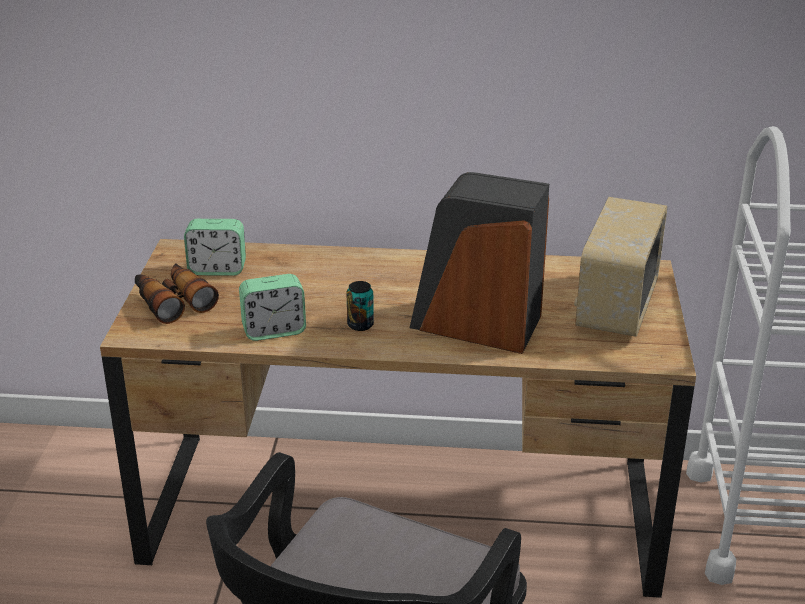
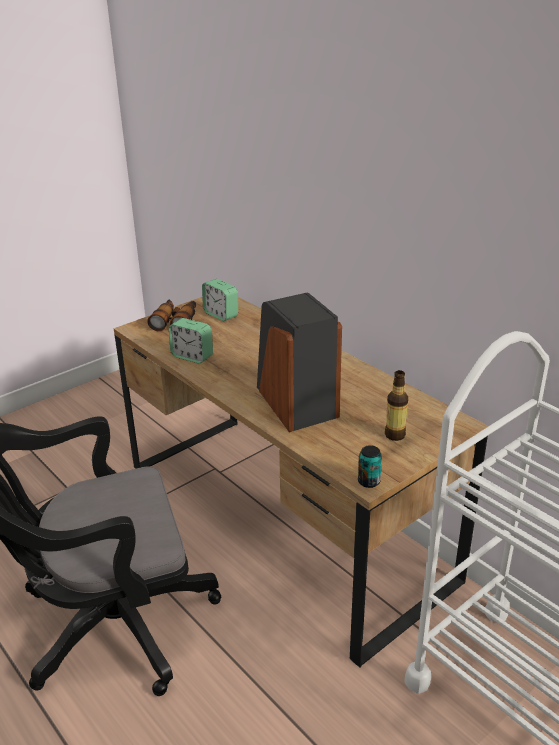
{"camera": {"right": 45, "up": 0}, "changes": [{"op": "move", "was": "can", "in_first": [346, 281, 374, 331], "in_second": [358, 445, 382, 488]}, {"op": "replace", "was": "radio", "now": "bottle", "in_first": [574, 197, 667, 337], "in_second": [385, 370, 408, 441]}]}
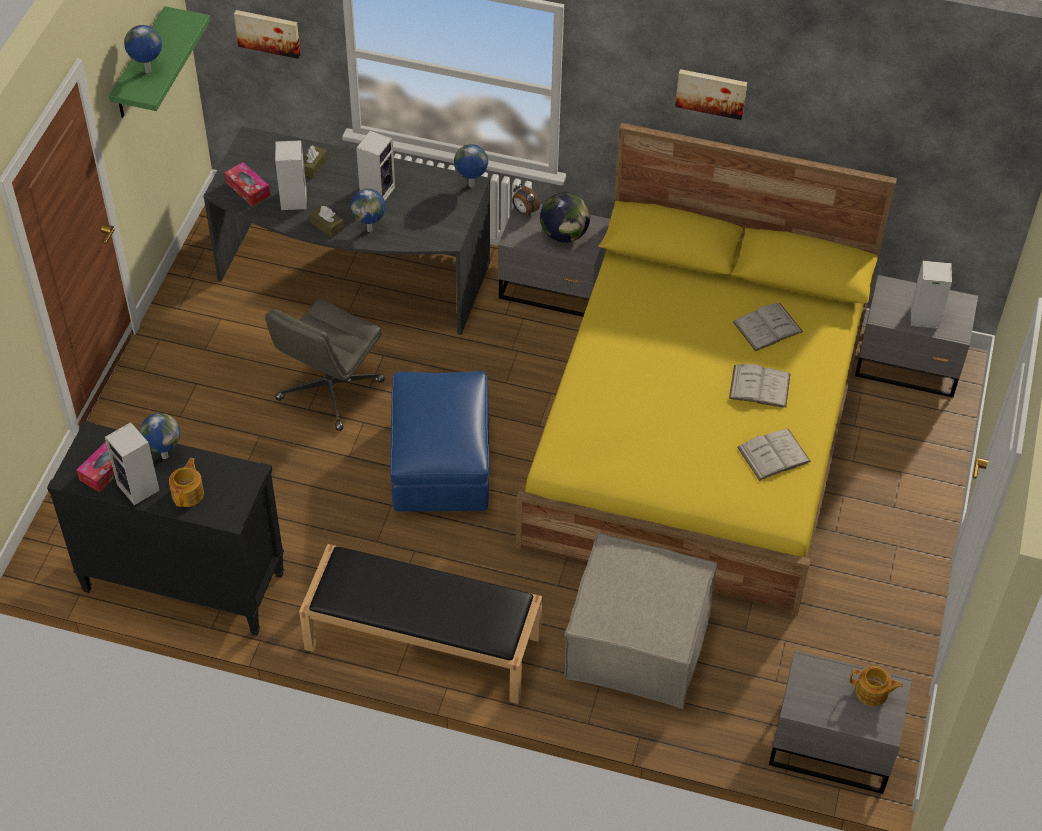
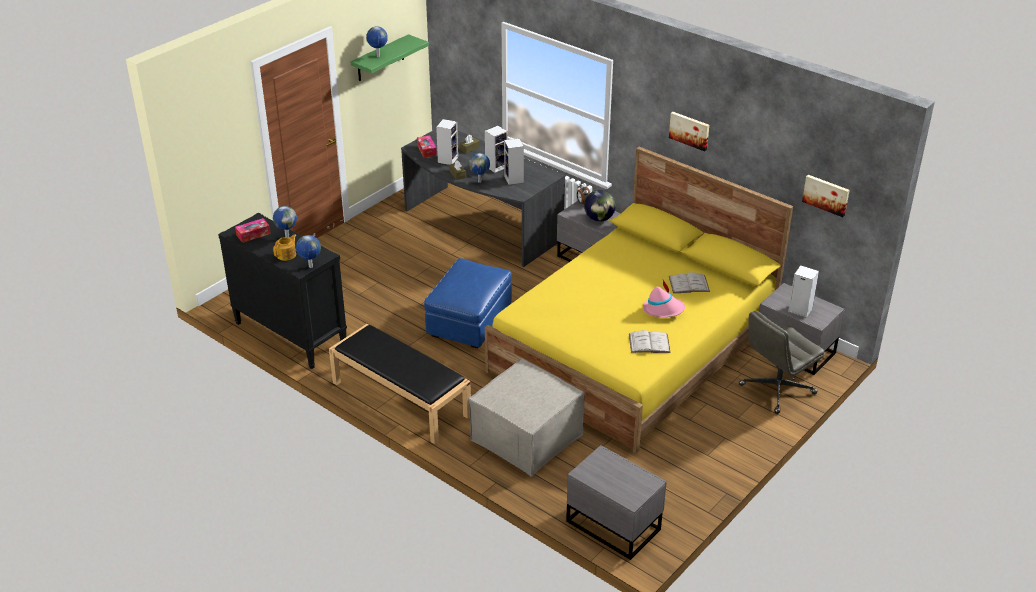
{"camera": {"right": 25, "up": -15}, "changes": [{"op": "move", "was": "speaker", "in_first": [105, 422, 160, 505], "in_second": [504, 138, 524, 185]}, {"op": "move", "was": "picture", "in_first": [234, 10, 300, 59], "in_second": [802, 175, 850, 217]}, {"op": "move", "was": "grey office chair", "in_first": [265, 299, 385, 431], "in_second": [739, 311, 825, 414]}, {"op": "move", "was": "globe", "in_first": [454, 144, 488, 187], "in_second": [296, 235, 321, 268]}, {"op": "replace", "was": "white book", "now": "pink hat", "in_first": [729, 364, 791, 408], "in_second": [643, 280, 685, 317]}, {"op": "delete", "was": "teapot", "in_first": [849, 666, 903, 706]}]}
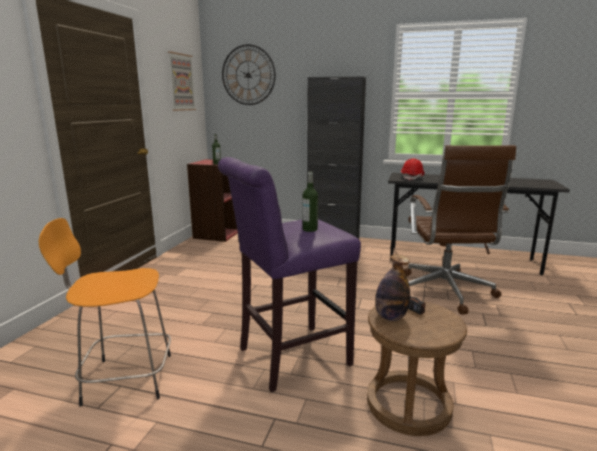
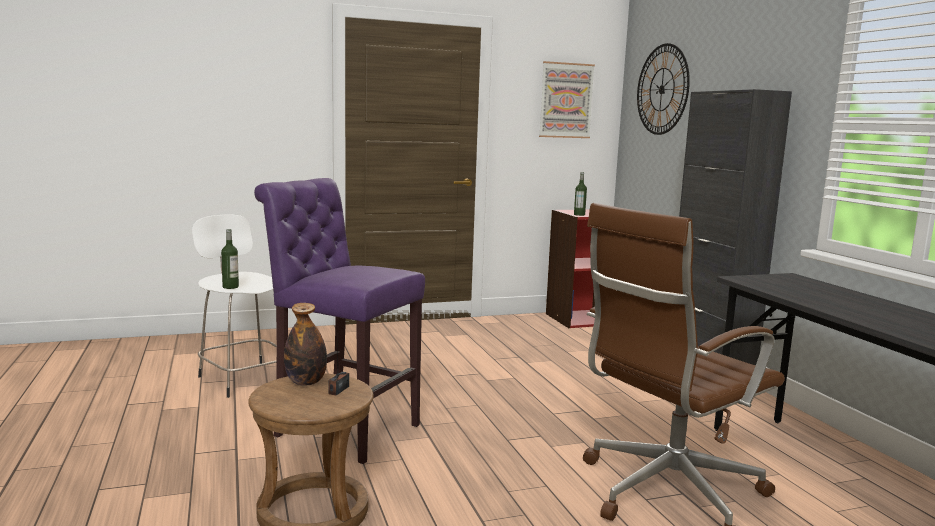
{"camera": {"right": 55, "up": -5}, "changes": [{"op": "recolor", "was": "orange stool", "now": "white stool", "in_first": [39, 218, 171, 407], "in_second": [192, 215, 277, 398]}, {"op": "move", "was": "bottle", "in_first": [302, 172, 318, 232], "in_second": [221, 229, 239, 289]}, {"op": "delete", "was": "red hard hat", "in_first": [401, 159, 424, 180]}]}
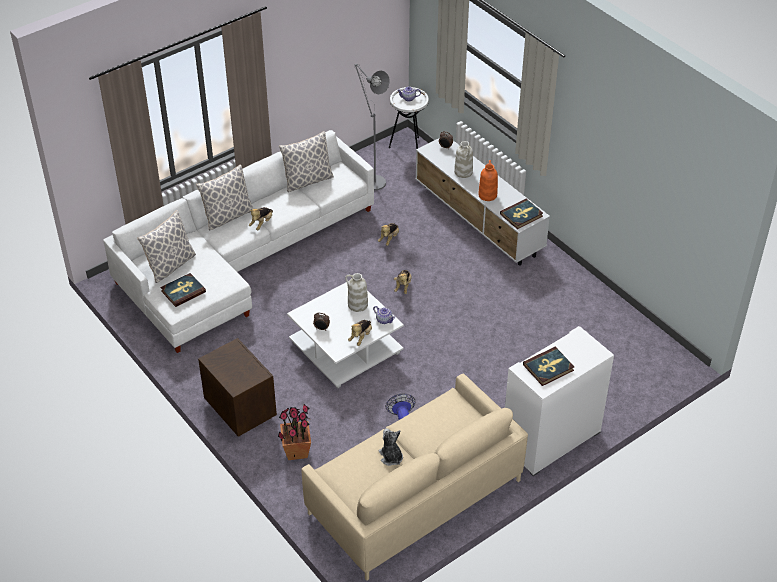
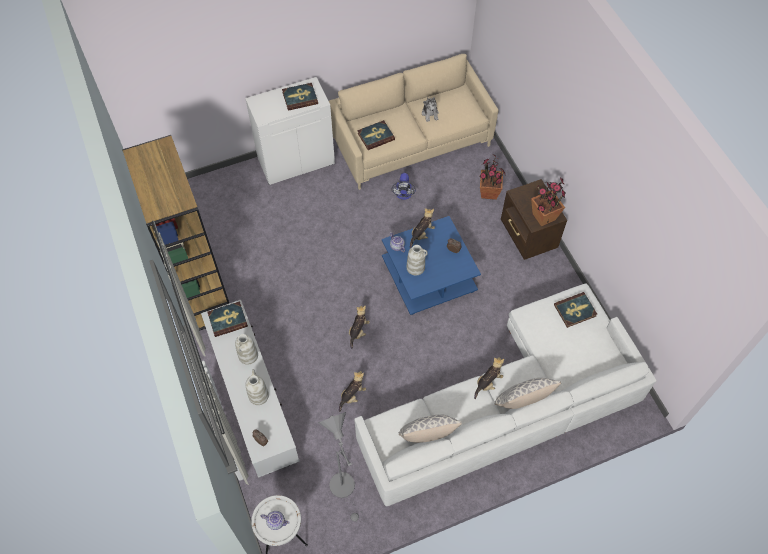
{"camera": {"right": -165, "up": 15}, "changes": [{"op": "delete", "was": "pillow", "in_first": [137, 210, 196, 283]}, {"op": "recolor", "was": "white coffee table", "now": "blue coffee table", "in_first": [287, 282, 404, 388], "in_second": [382, 216, 481, 315]}, {"op": "recolor", "was": "orange vase", "now": "white vase", "in_first": [478, 160, 498, 201], "in_second": [235, 334, 258, 365]}, {"op": "insert", "now": "brown bookcase", "in_second": [122, 135, 229, 331]}, {"op": "insert", "now": "book", "in_second": [357, 120, 395, 150]}, {"op": "insert", "now": "potted plant", "in_second": [531, 178, 566, 226]}]}
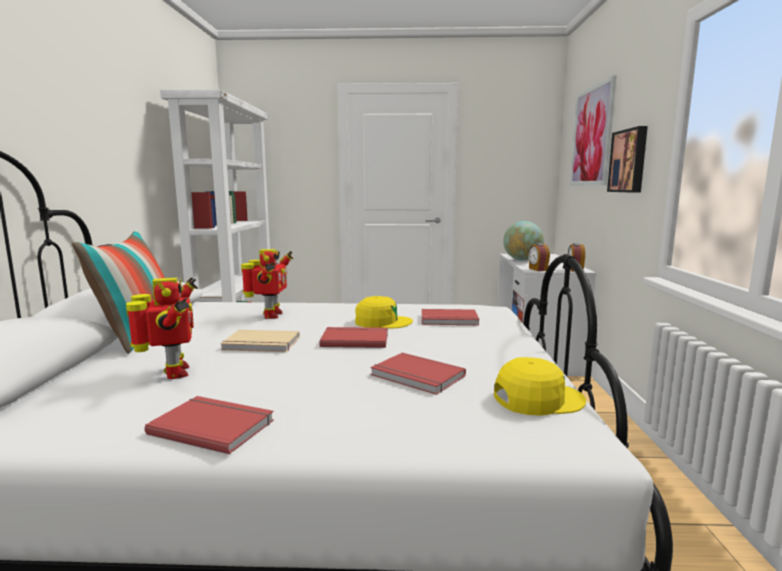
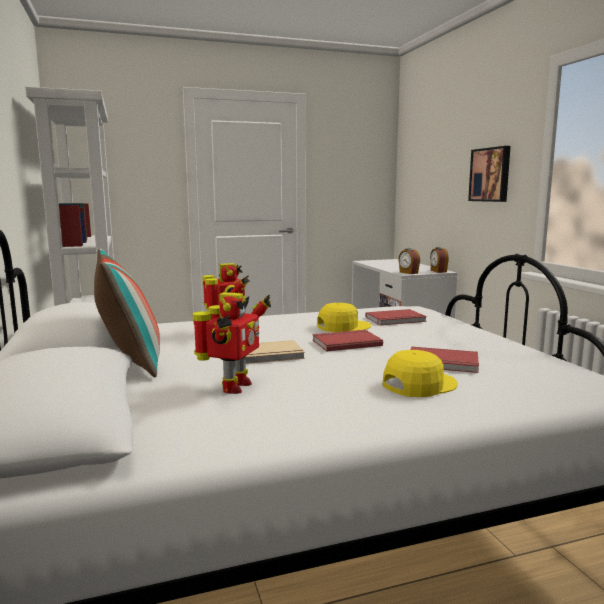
{"camera": {"right": -20, "up": 0}, "changes": [{"op": "rotate", "was": "toy robot", "in_first": [126, 277, 198, 379], "in_second": [193, 292, 271, 394], "clockwise": 60}, {"op": "delete", "was": "red book", "in_first": [145, 396, 274, 454]}, {"op": "move", "was": "yellow cap", "in_first": [494, 357, 586, 416], "in_second": [382, 350, 458, 397]}, {"op": "delete", "was": "globe", "in_first": [503, 221, 544, 261]}, {"op": "delete", "was": "picture", "in_first": [570, 75, 617, 185]}]}
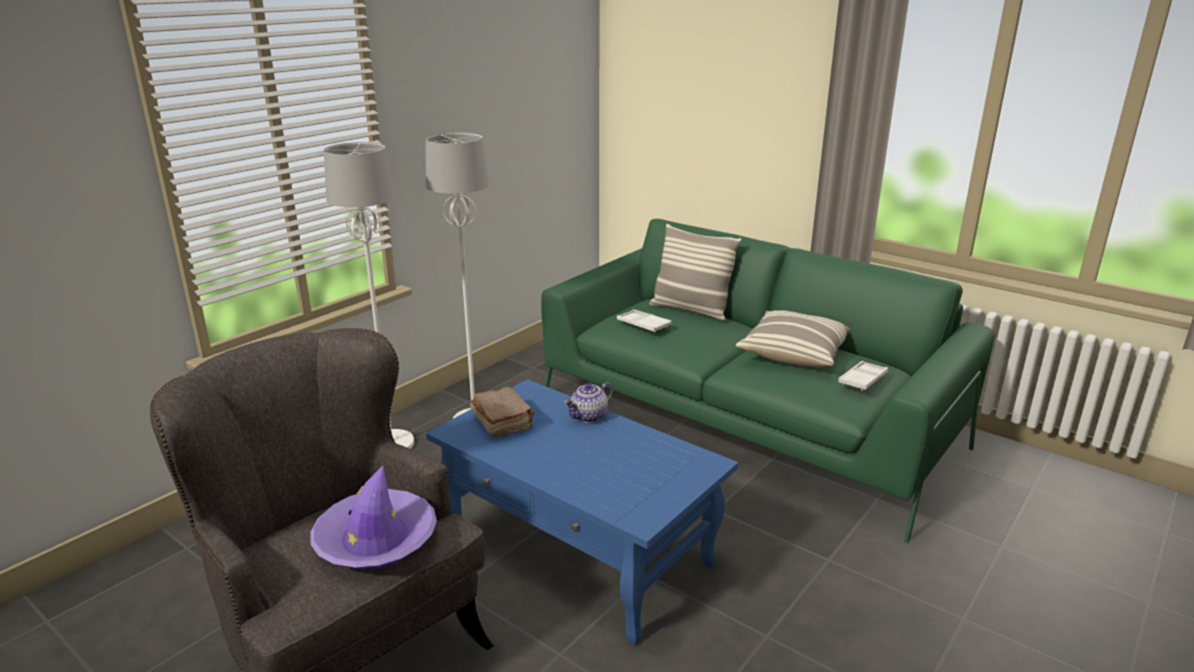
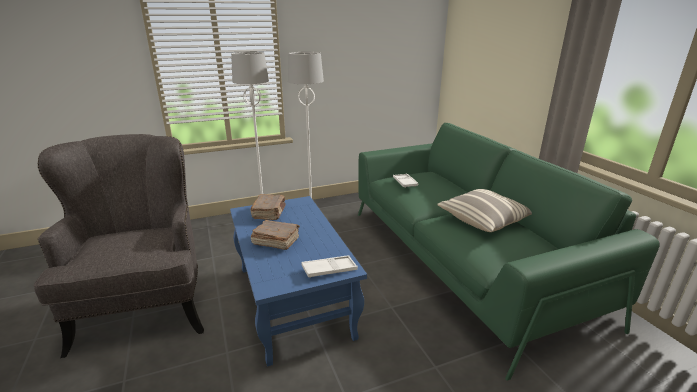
{"camera": {"right": 30, "up": 0}, "changes": [{"op": "delete", "was": "purple hat", "in_first": [310, 466, 437, 570]}, {"op": "delete", "was": "teapot", "in_first": [564, 382, 613, 423]}, {"op": "delete", "was": "pillow", "in_first": [649, 224, 741, 321]}, {"op": "move", "was": "white tray", "in_first": [838, 361, 888, 391], "in_second": [301, 255, 358, 278]}, {"op": "insert", "now": "brown book", "in_second": [251, 220, 300, 250]}]}
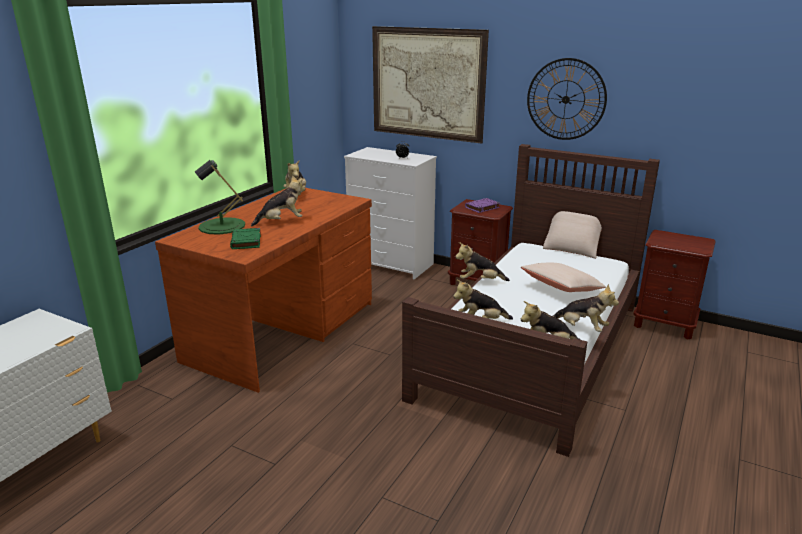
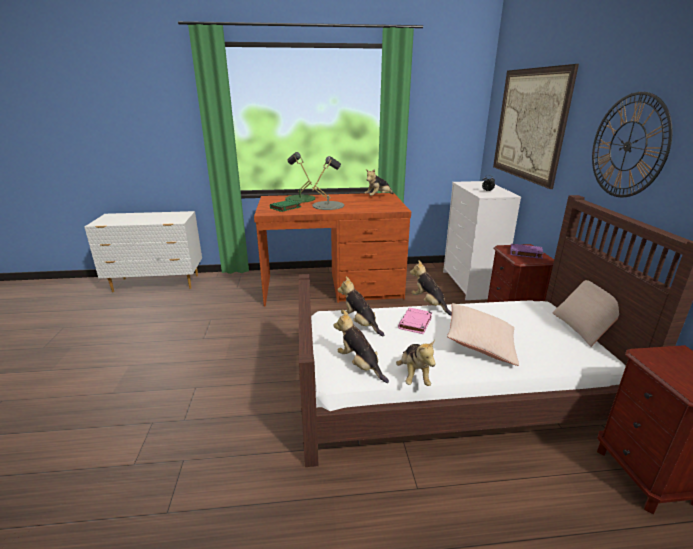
{"camera": {"right": 55, "up": 0}, "changes": [{"op": "replace", "was": "plush toy", "now": "grey table lamp", "in_first": [251, 175, 305, 227], "in_second": [312, 156, 344, 210]}, {"op": "insert", "now": "pink book", "in_second": [398, 308, 432, 334]}]}
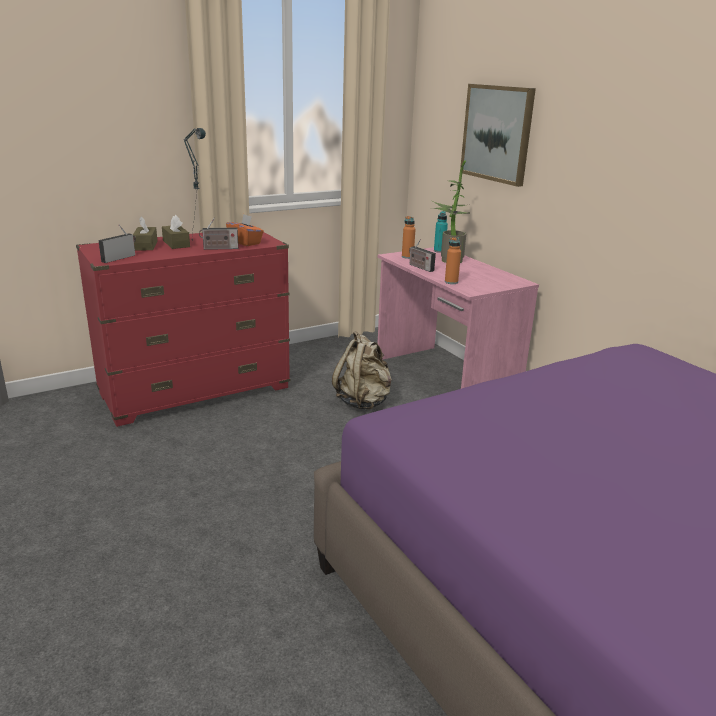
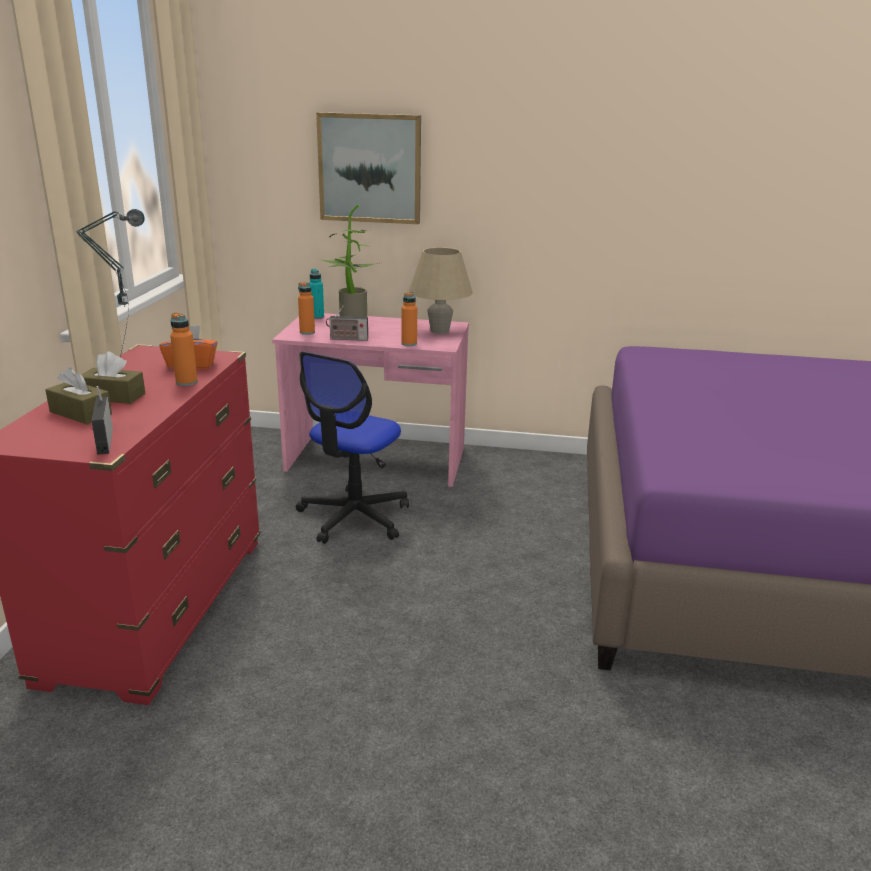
{"camera": {"right": -50, "up": 0}, "changes": [{"op": "replace", "was": "radio", "now": "orange bottle", "in_first": [199, 217, 238, 250], "in_second": [170, 313, 198, 386]}, {"op": "replace", "was": "beige backpack", "now": "office chair", "in_first": [332, 331, 392, 409], "in_second": [296, 351, 409, 544]}, {"op": "insert", "now": "beige table lamp", "in_second": [409, 247, 473, 334]}]}
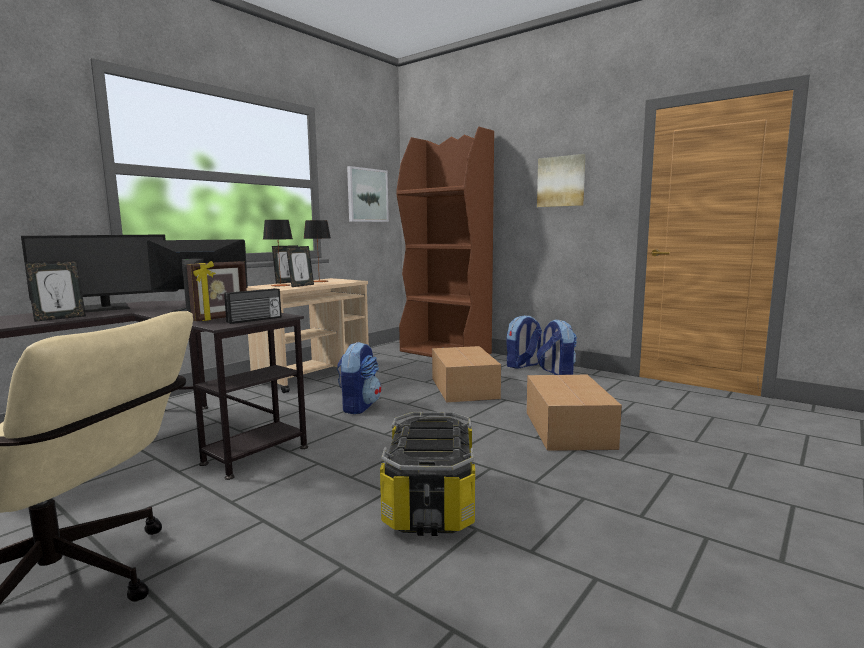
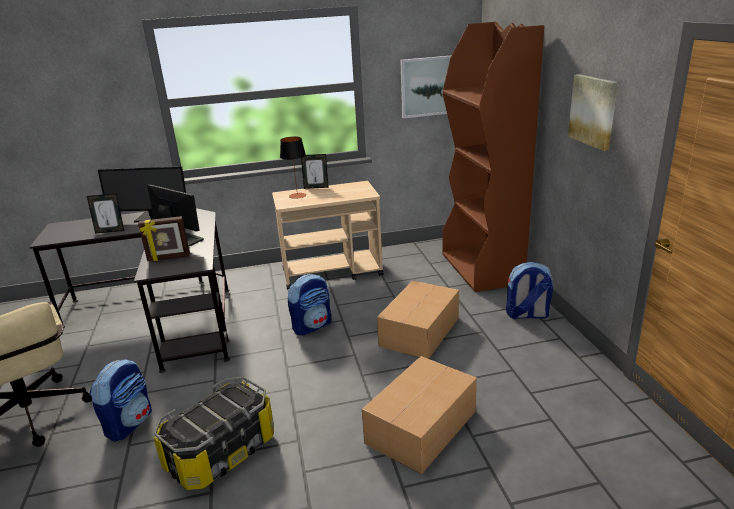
{"camera": {"right": 40, "up": 15}, "changes": [{"op": "delete", "was": "radio", "in_first": [224, 288, 281, 324]}, {"op": "delete", "was": "picture frame", "in_first": [286, 246, 314, 287]}, {"op": "delete", "was": "table lamp", "in_first": [303, 220, 331, 282]}, {"op": "move", "was": "backpack", "in_first": [537, 319, 577, 375], "in_second": [90, 359, 152, 442]}]}
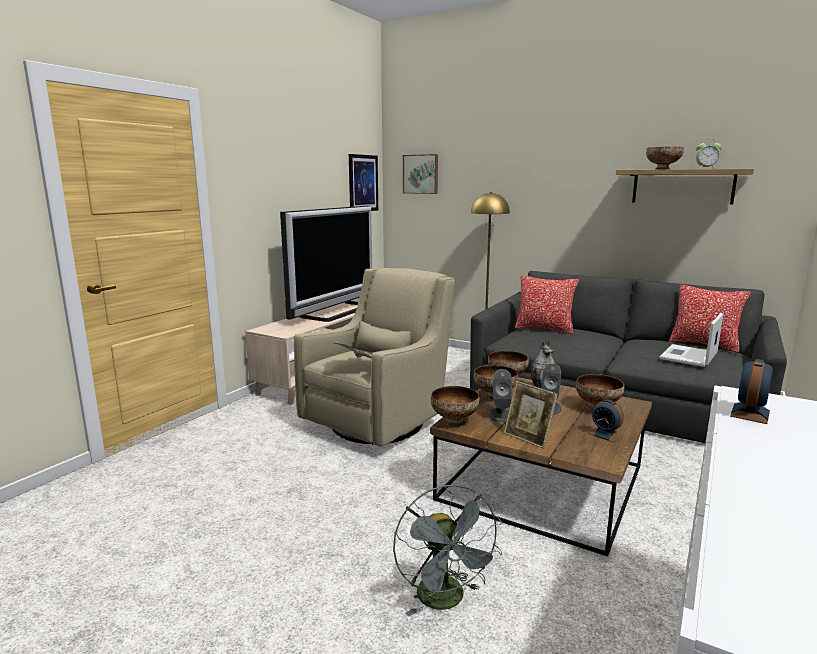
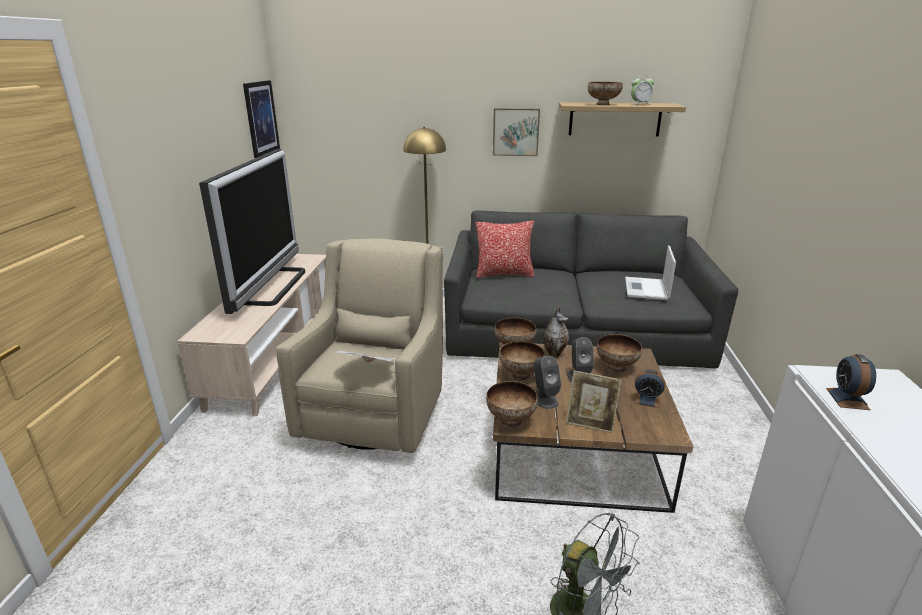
{"camera": {"right": -25, "up": 10}, "changes": [{"op": "move", "was": "picture", "in_first": [403, 154, 438, 194], "in_second": [493, 108, 540, 156]}, {"op": "delete", "was": "pillow", "in_first": [669, 285, 751, 353]}]}
